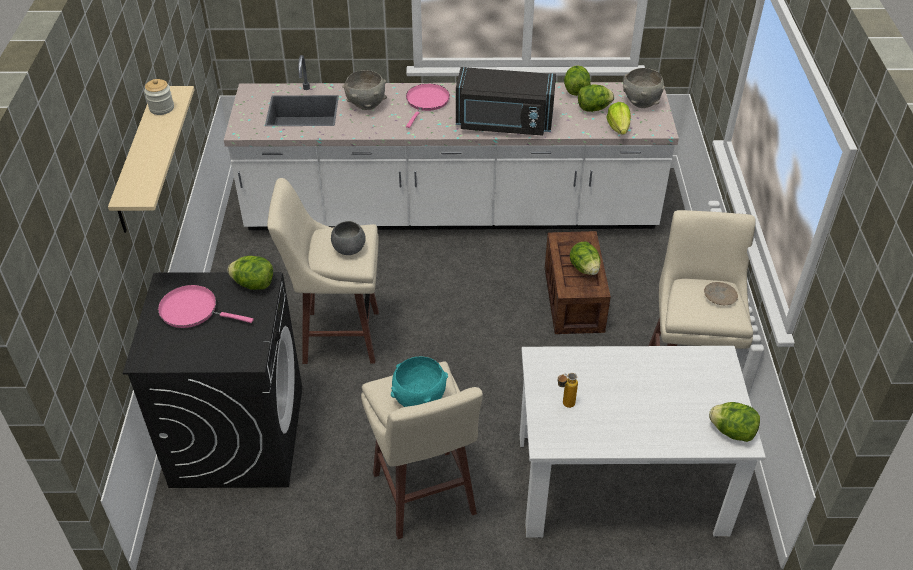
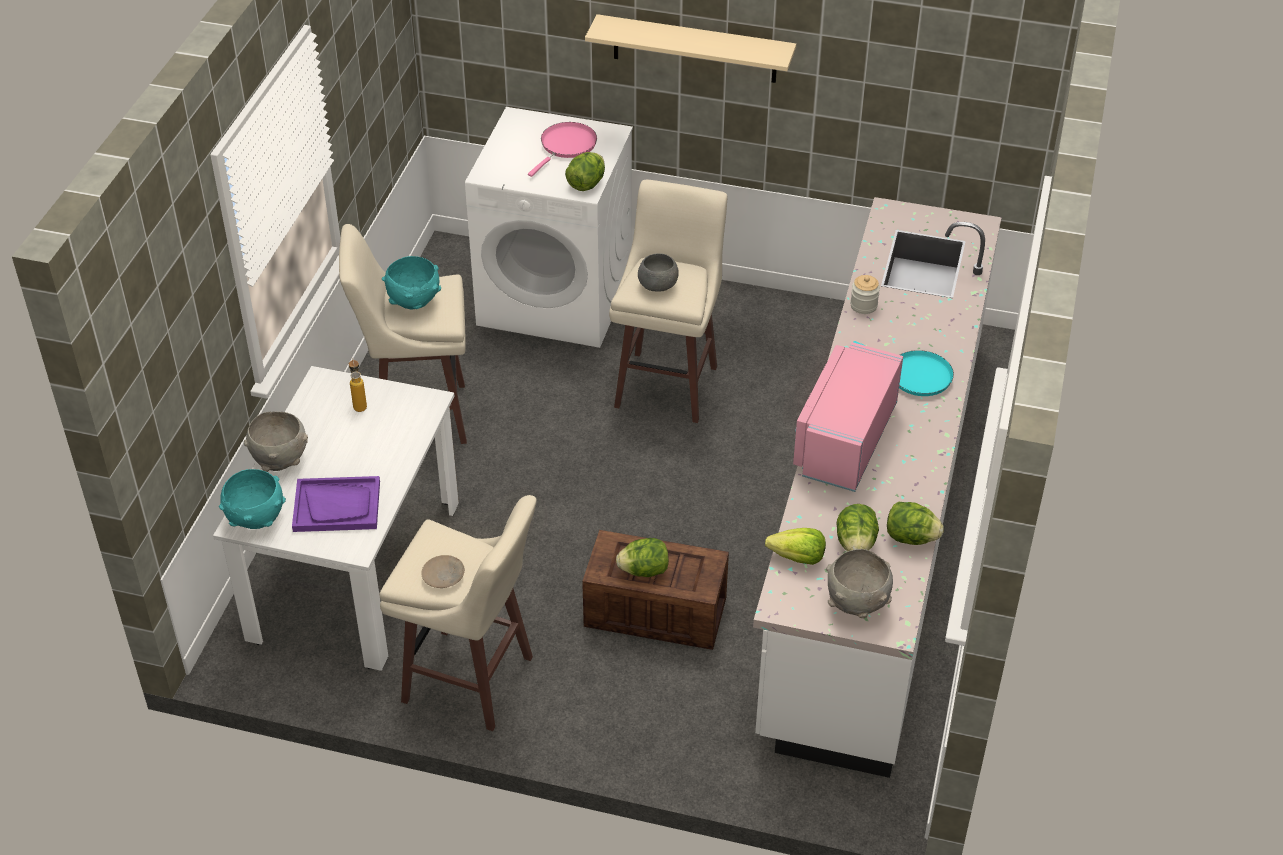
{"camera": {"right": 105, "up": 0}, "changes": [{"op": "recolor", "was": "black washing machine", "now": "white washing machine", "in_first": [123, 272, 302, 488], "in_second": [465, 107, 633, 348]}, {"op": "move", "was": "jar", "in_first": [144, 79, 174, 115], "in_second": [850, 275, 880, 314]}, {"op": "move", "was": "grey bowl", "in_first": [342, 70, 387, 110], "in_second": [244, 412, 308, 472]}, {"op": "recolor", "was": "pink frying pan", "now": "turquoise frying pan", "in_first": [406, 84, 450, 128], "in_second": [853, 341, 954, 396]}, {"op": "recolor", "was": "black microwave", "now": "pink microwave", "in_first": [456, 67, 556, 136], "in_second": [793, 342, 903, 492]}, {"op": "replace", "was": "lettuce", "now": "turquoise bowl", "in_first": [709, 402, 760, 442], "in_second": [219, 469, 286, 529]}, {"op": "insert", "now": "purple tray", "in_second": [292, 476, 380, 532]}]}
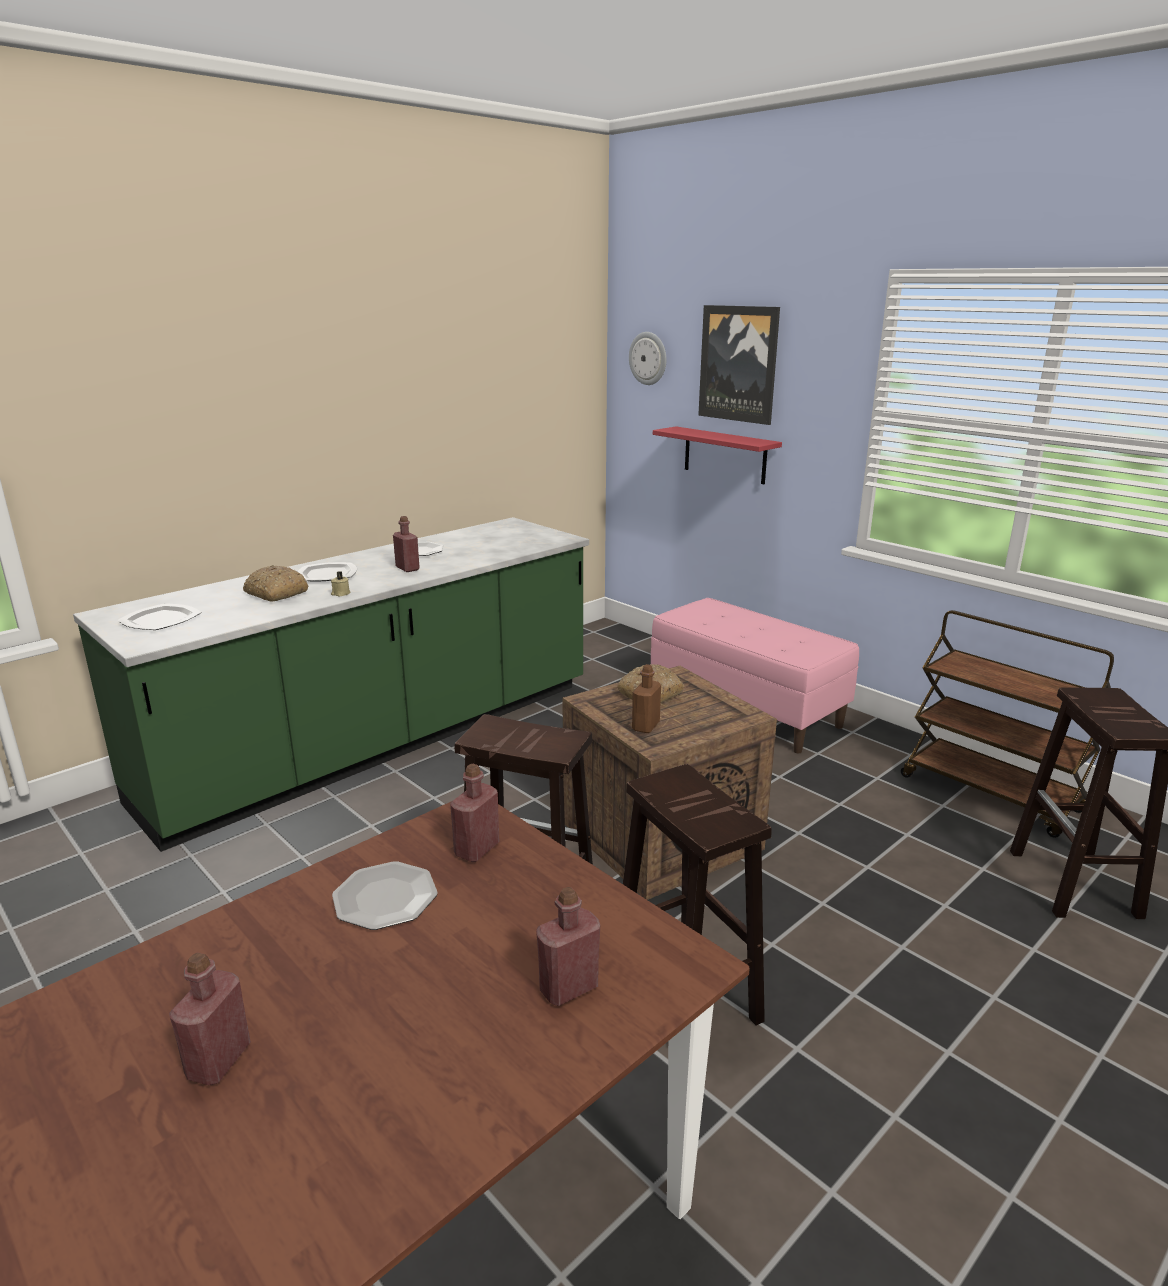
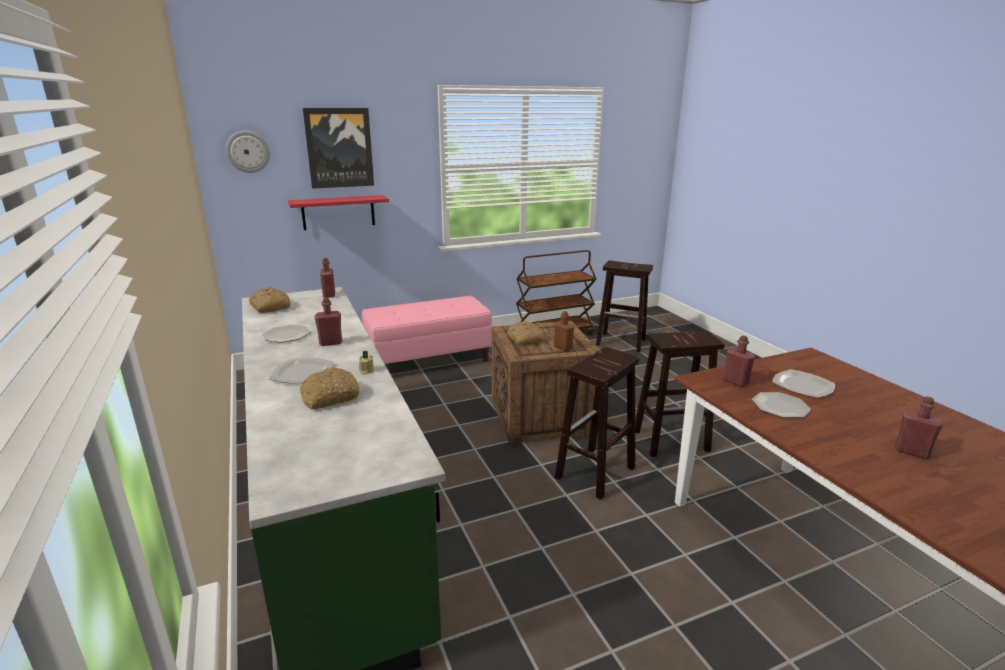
{"camera": {"right": -70, "up": 0}, "changes": [{"op": "move", "was": "plate", "in_first": [117, 603, 202, 630], "in_second": [772, 369, 835, 398]}, {"op": "move", "was": "red bottle", "in_first": [536, 887, 600, 1006], "in_second": [320, 258, 335, 298]}, {"op": "insert", "now": "bread", "in_second": [249, 287, 291, 313]}]}
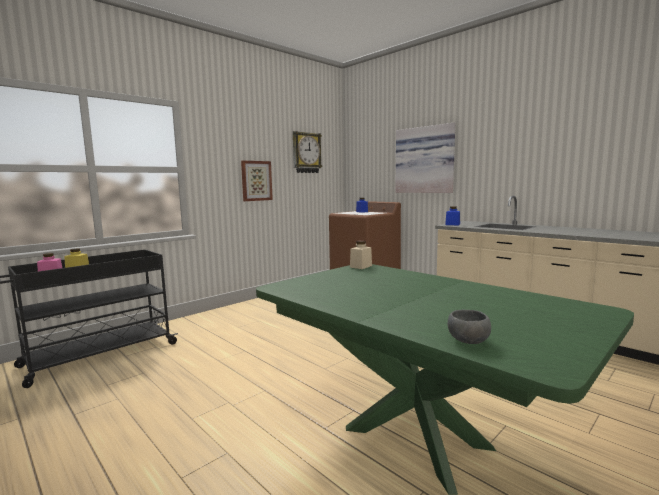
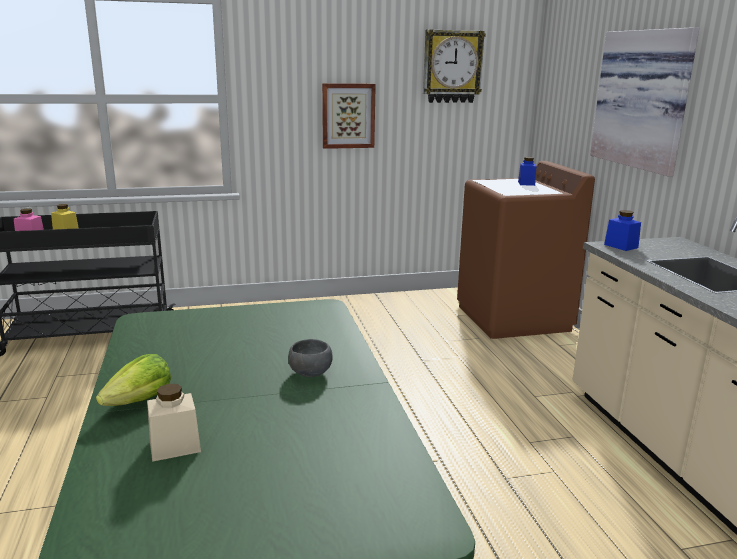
{"camera": {"right": 30, "up": 10}, "changes": [{"op": "move", "was": "beige jar", "in_first": [350, 240, 372, 269], "in_second": [147, 384, 201, 462]}, {"op": "move", "was": "grey bowl", "in_first": [448, 310, 491, 344], "in_second": [288, 339, 333, 377]}, {"op": "insert", "now": "lettuce", "in_second": [96, 354, 171, 406]}]}
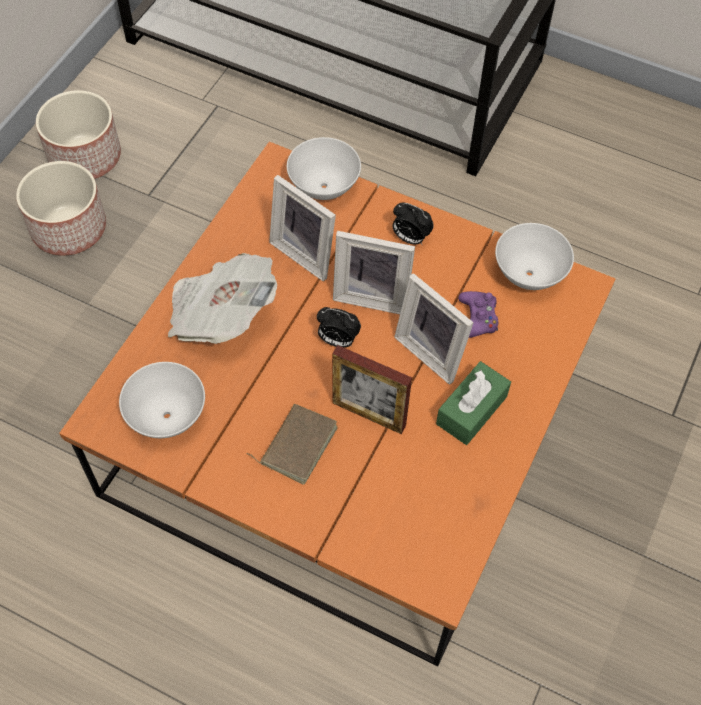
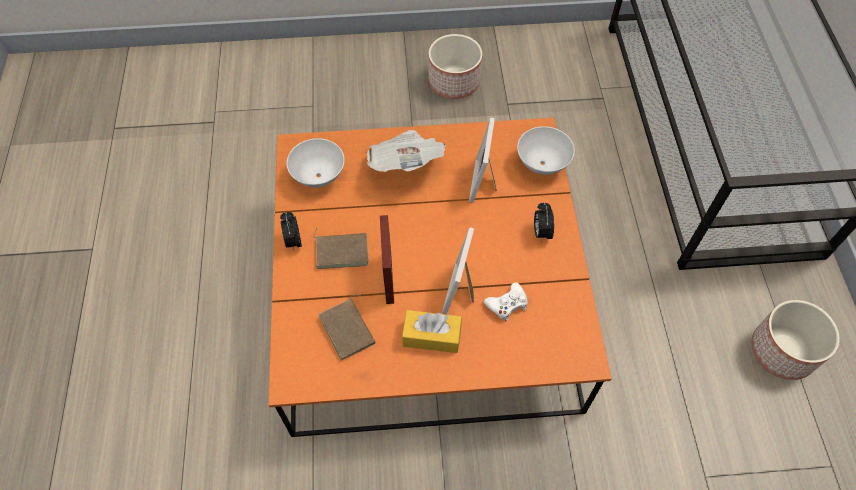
{"camera": {"right": 60, "up": 0}, "changes": [{"op": "move", "was": "planter", "in_first": [36, 90, 121, 179], "in_second": [751, 300, 840, 380]}, {"op": "move", "was": "alarm clock", "in_first": [317, 307, 361, 348], "in_second": [280, 212, 302, 251]}, {"op": "delete", "was": "picture frame", "in_first": [333, 231, 415, 314]}, {"op": "recolor", "was": "green tissue box", "now": "yellow tissue box", "in_first": [436, 361, 511, 445], "in_second": [402, 310, 462, 353]}, {"op": "recolor", "was": "purple game controller", "now": "white game controller", "in_first": [458, 291, 498, 338], "in_second": [484, 282, 528, 321]}, {"op": "delete", "was": "white bowl", "in_first": [495, 223, 574, 290]}, {"op": "insert", "now": "brown book", "in_second": [318, 294, 375, 360]}]}
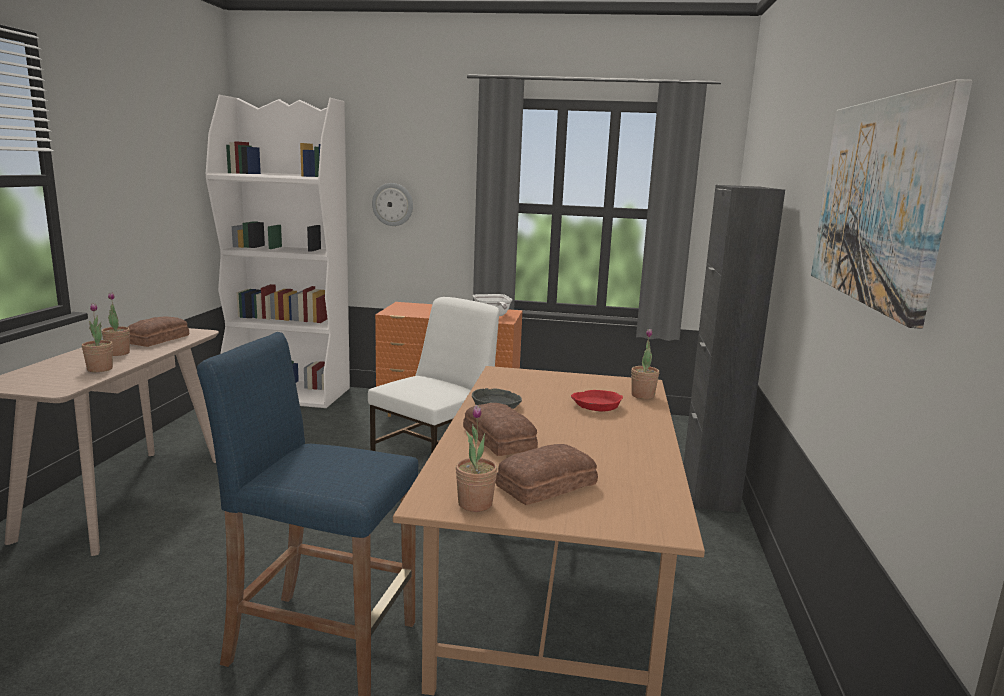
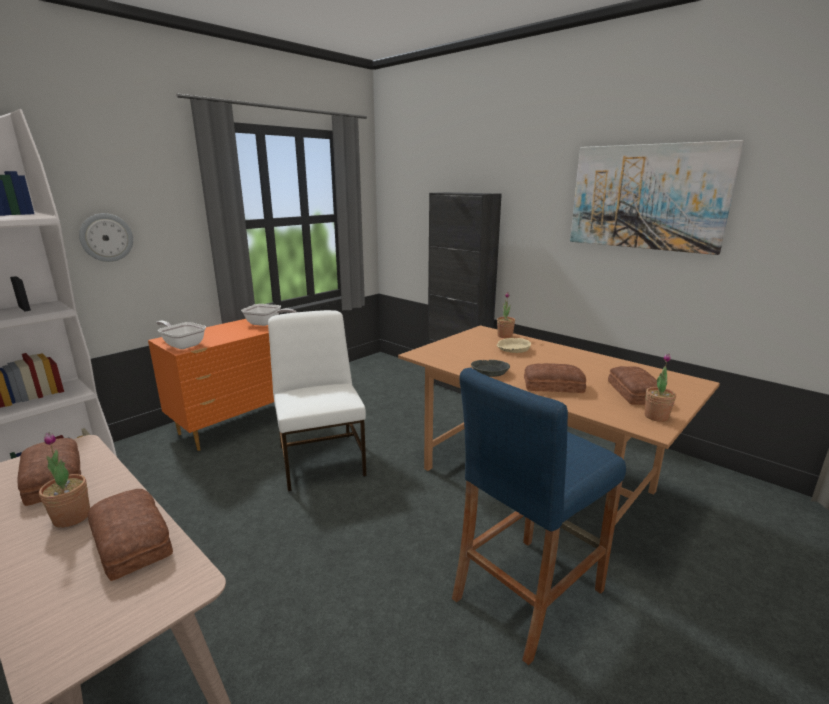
{"camera": {"right": -55, "up": 5}, "changes": [{"op": "replace", "was": "potted plant", "now": "bread", "in_first": [82, 303, 113, 372], "in_second": [88, 489, 173, 581]}, {"op": "recolor", "was": "red bowl", "now": "beige bowl", "in_first": [571, 390, 623, 411], "in_second": [497, 338, 531, 353]}, {"op": "insert", "now": "frying pan", "in_second": [156, 321, 206, 349]}]}
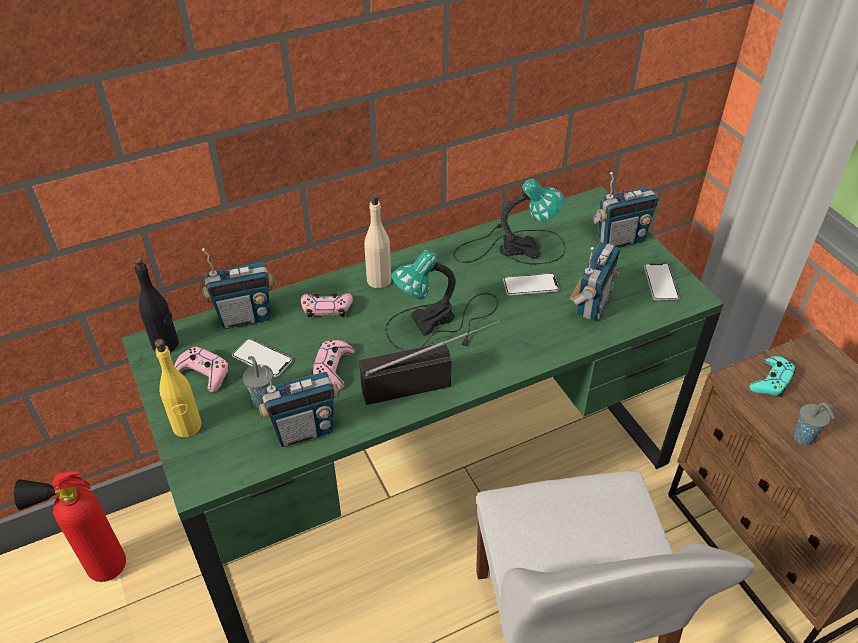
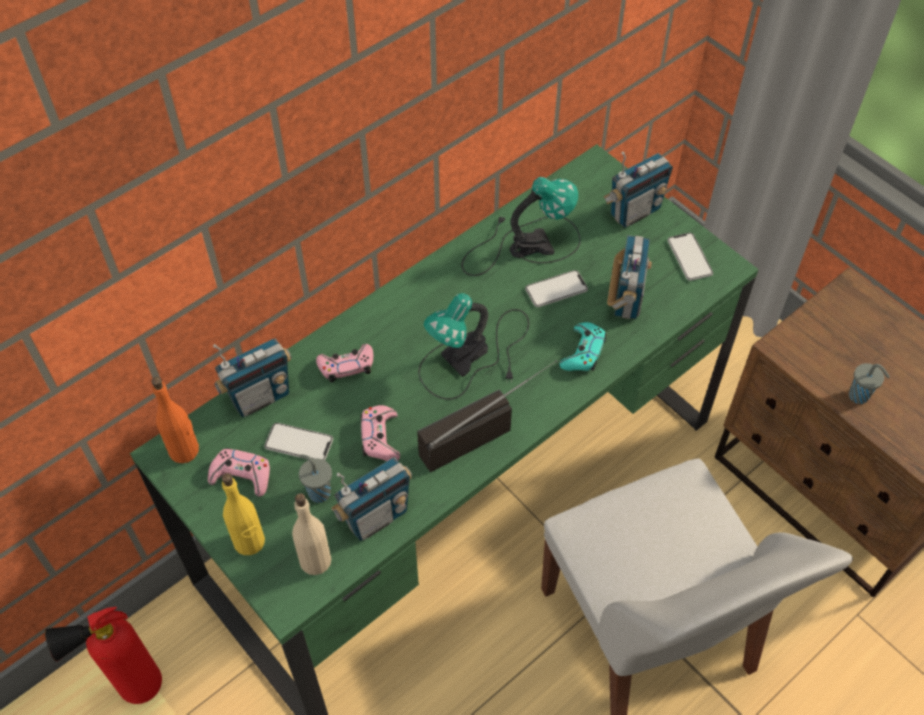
{"camera": {"right": -15, "up": 10}, "changes": [{"op": "recolor", "was": "black bottle", "now": "orange bottle", "in_first": [134, 257, 179, 352], "in_second": [151, 377, 199, 463]}, {"op": "move", "was": "beige bottle", "in_first": [364, 194, 391, 288], "in_second": [292, 493, 331, 575]}, {"op": "move", "was": "turquoise game controller", "in_first": [749, 356, 796, 397], "in_second": [560, 322, 607, 371]}]}
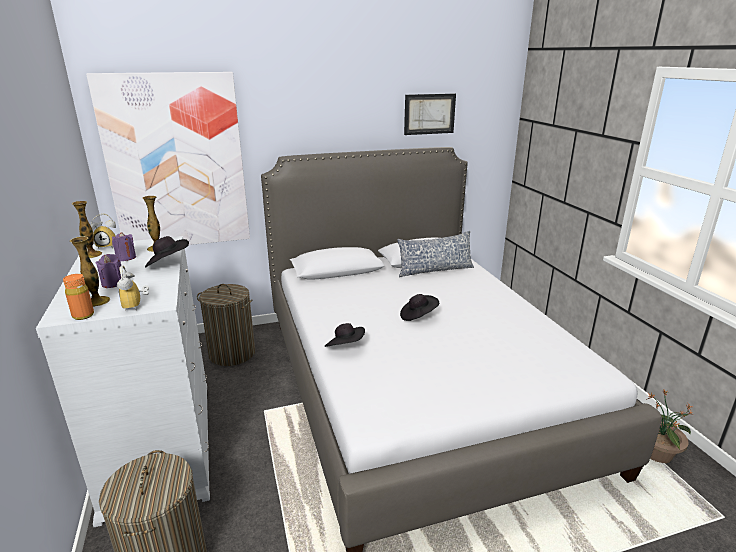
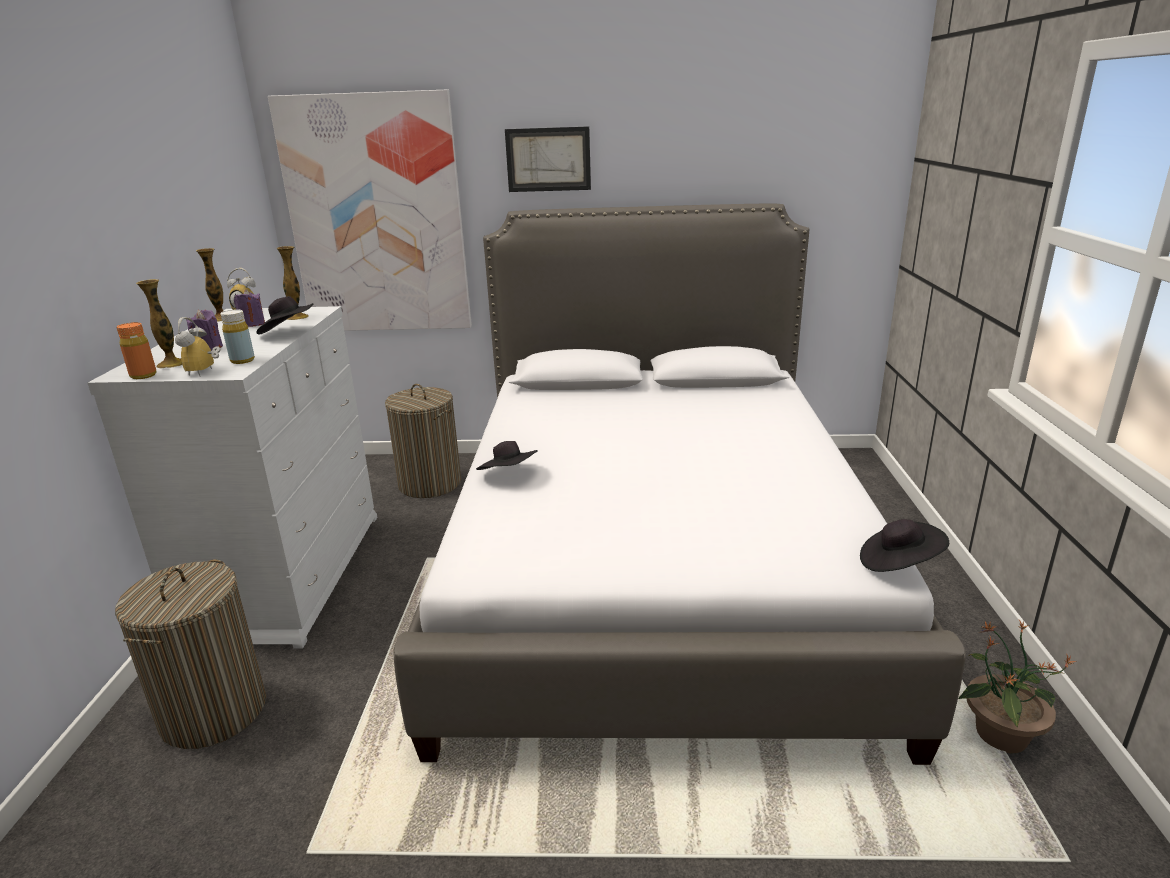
{"camera": {"right": 20, "up": 0}, "changes": [{"op": "delete", "was": "pillow", "in_first": [397, 231, 474, 277]}, {"op": "move", "was": "black hat", "in_first": [400, 294, 439, 321], "in_second": [860, 519, 949, 572]}, {"op": "move", "was": "picture", "in_first": [404, 93, 456, 135], "in_second": [505, 126, 591, 192]}, {"op": "insert", "now": "yellow bottle", "in_second": [220, 309, 255, 364]}]}
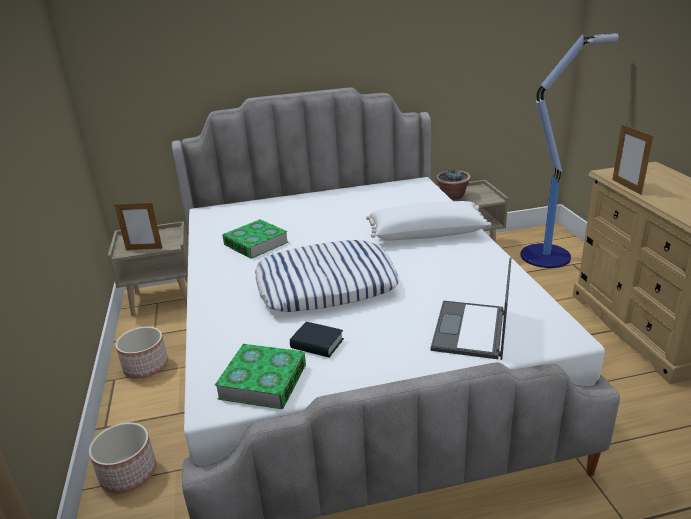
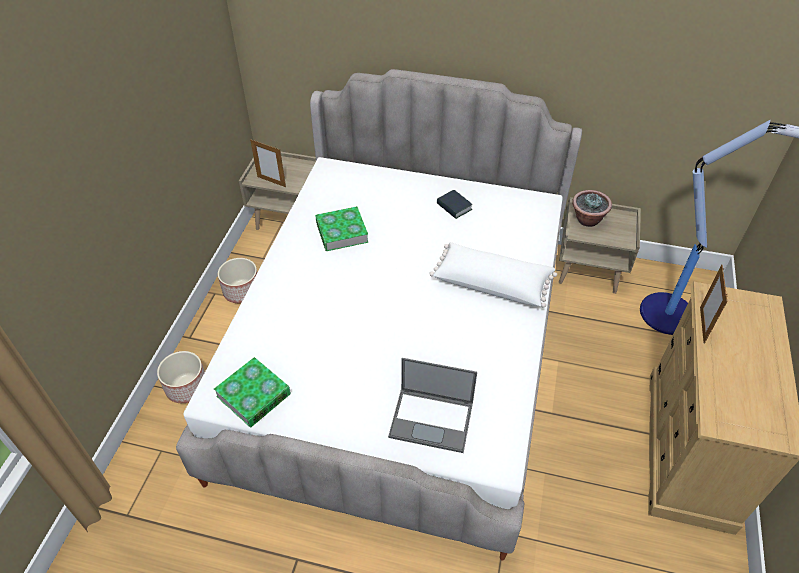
{"camera": {"right": 25, "up": 20}, "changes": [{"op": "delete", "was": "pillow", "in_first": [255, 240, 399, 312]}, {"op": "move", "was": "book", "in_first": [290, 322, 344, 358], "in_second": [437, 190, 473, 219]}, {"op": "rotate", "was": "laptop", "in_first": [431, 257, 512, 360], "in_second": [388, 358, 477, 453], "clockwise": -120}]}
